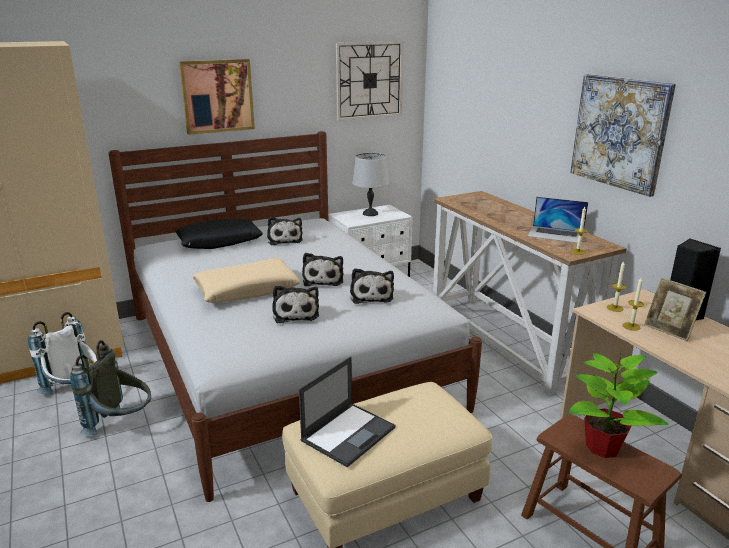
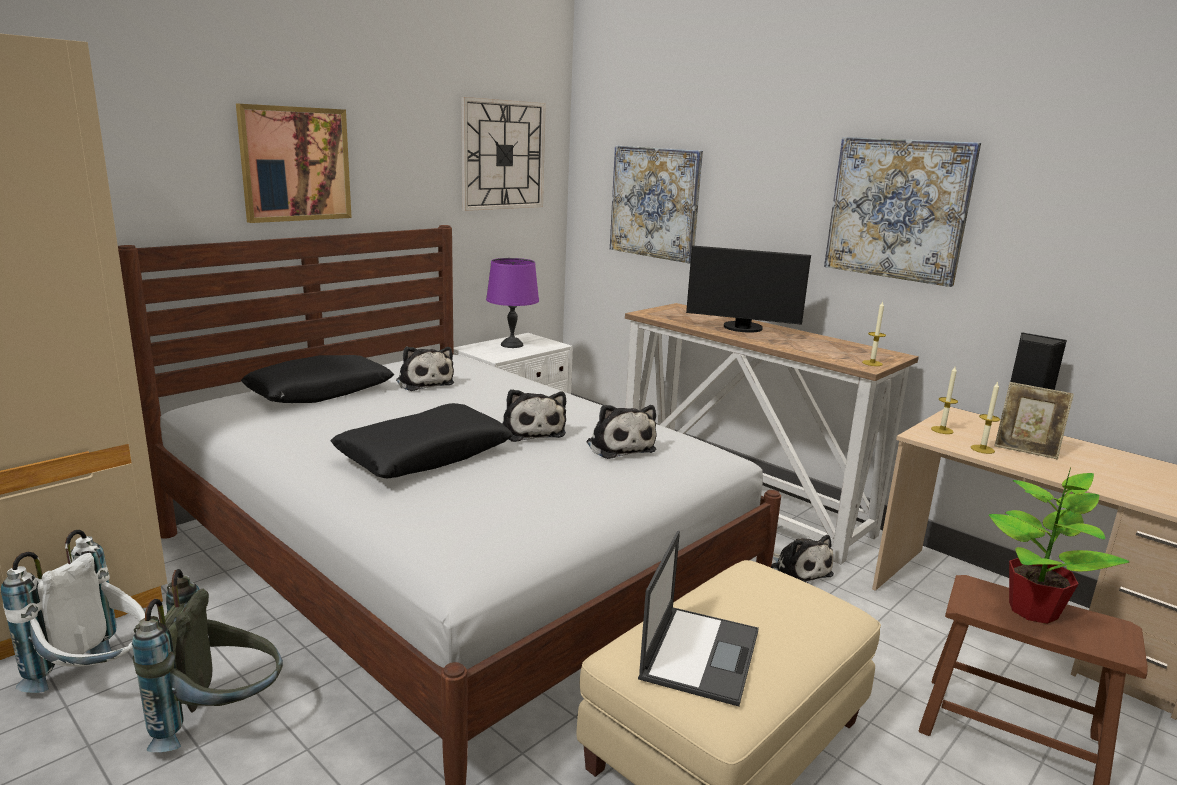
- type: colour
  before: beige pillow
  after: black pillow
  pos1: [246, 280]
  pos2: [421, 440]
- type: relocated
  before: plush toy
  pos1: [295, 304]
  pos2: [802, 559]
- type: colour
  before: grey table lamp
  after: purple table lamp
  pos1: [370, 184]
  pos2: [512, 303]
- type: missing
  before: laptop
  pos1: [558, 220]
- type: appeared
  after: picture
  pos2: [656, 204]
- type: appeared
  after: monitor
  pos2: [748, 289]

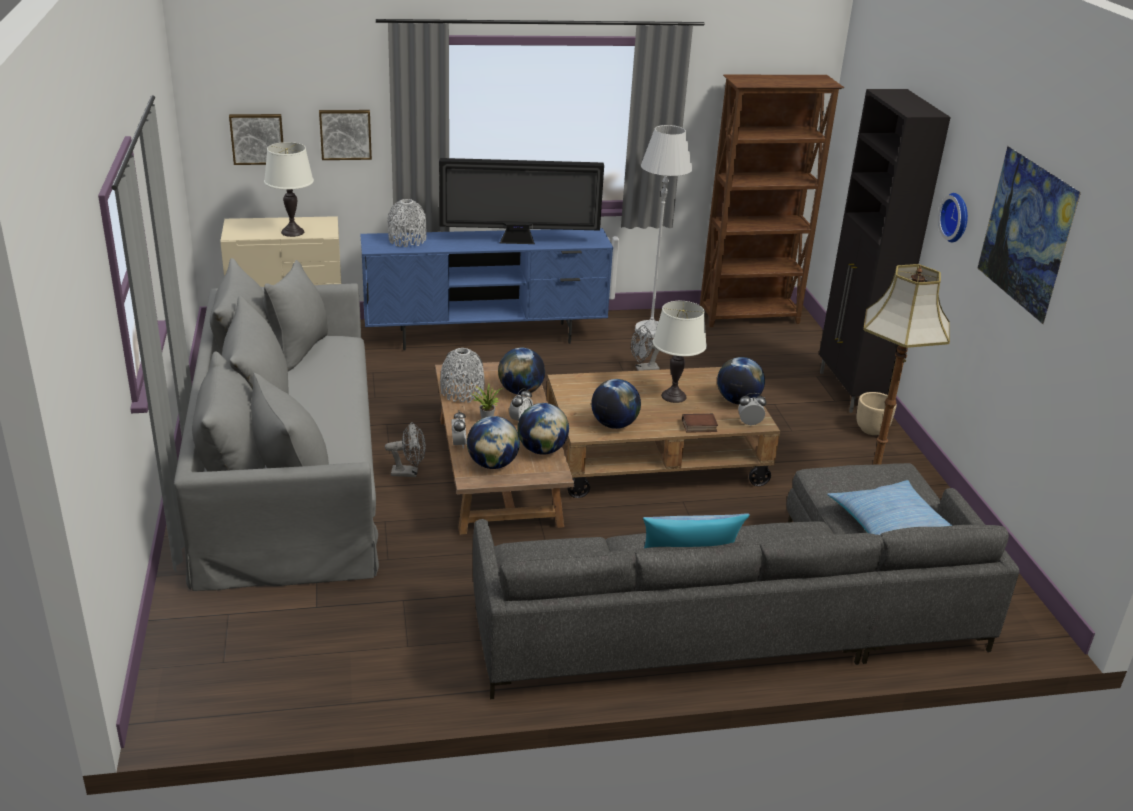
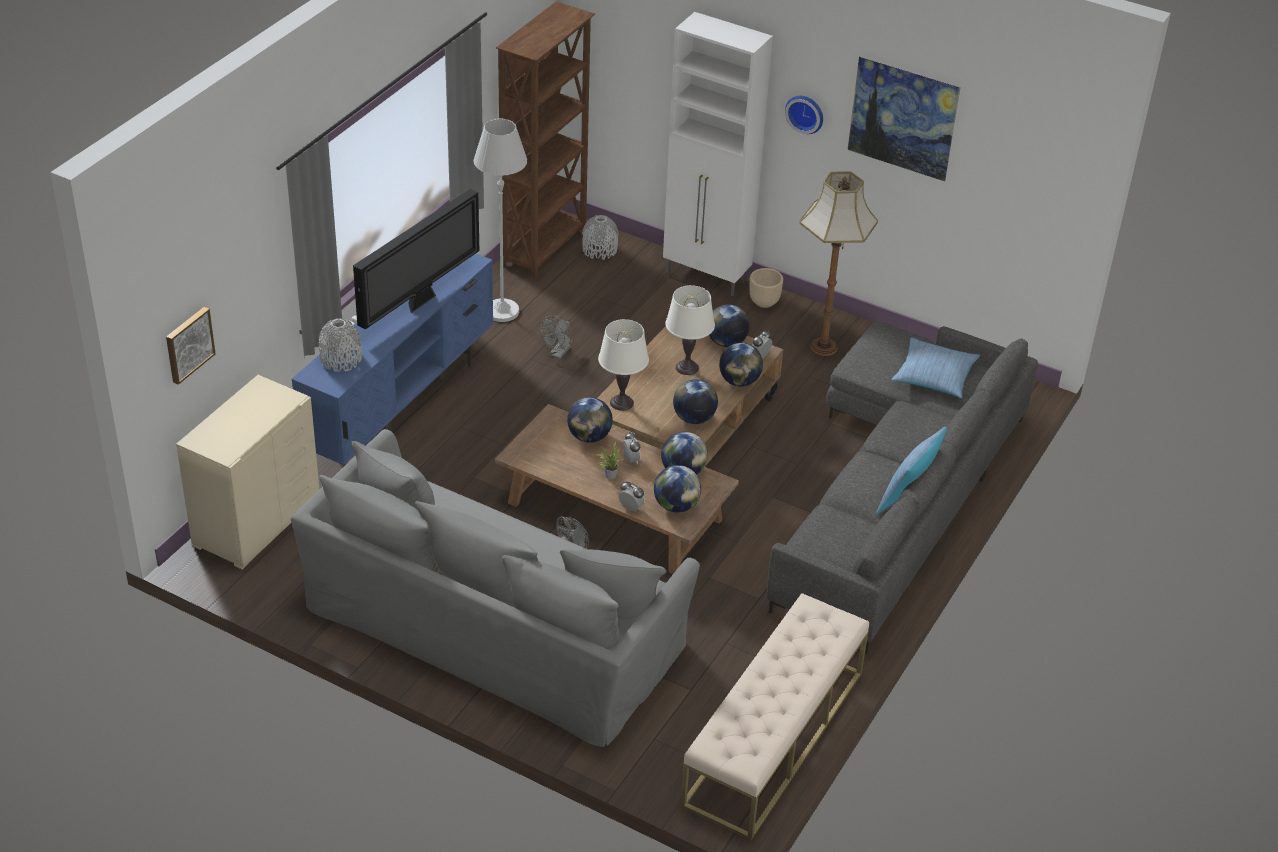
- type: relocated
  before: white table lamp
  pos1: [289, 189]
  pos2: [623, 365]
- type: missing
  before: picture
  pos1: [345, 135]
- type: relocated
  before: grey vase
  pos1: [462, 375]
  pos2: [600, 237]
- type: exchanged
  before: book
  after: globe
  pos1: [700, 423]
  pos2: [741, 365]
- type: colour
  before: black cabinet
  after: white cabinet
  pos1: [885, 251]
  pos2: [718, 154]
- type: appeared
  after: beige bench
  pos2: [774, 716]

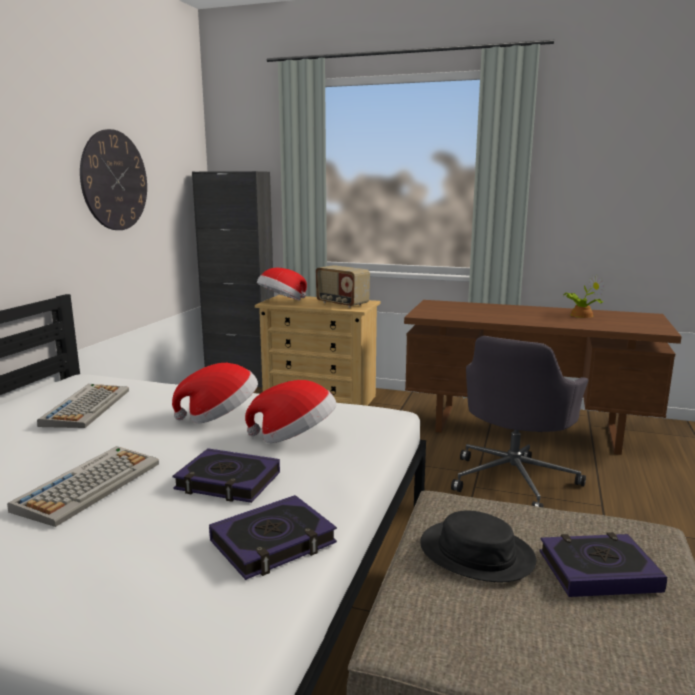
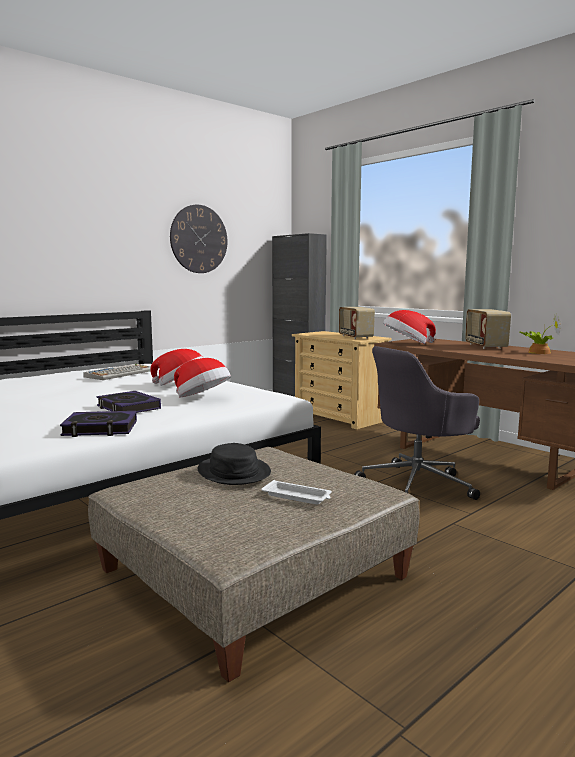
- type: missing
  before: keyboard
  pos1: [83, 486]
- type: relocated
  before: hat
  pos1: [282, 284]
  pos2: [409, 327]
- type: exchanged
  before: book
  after: white tray
  pos1: [603, 564]
  pos2: [296, 492]
- type: appeared
  after: radio
  pos2: [488, 329]

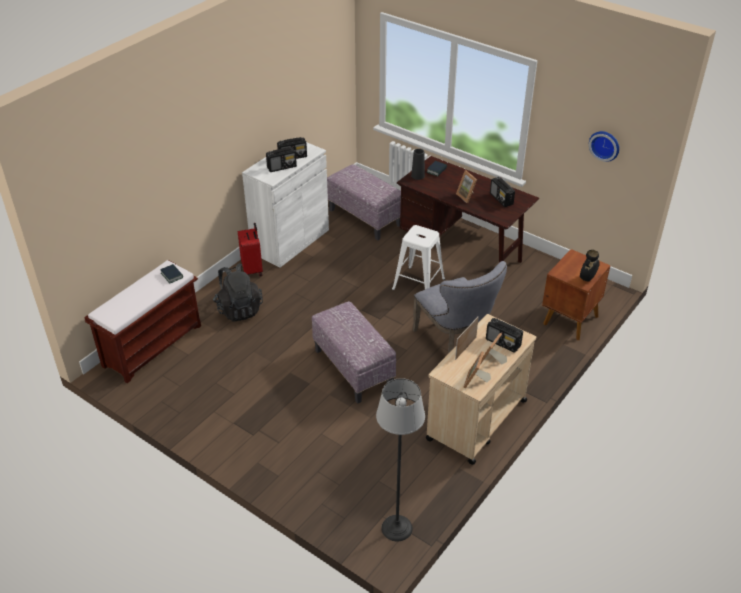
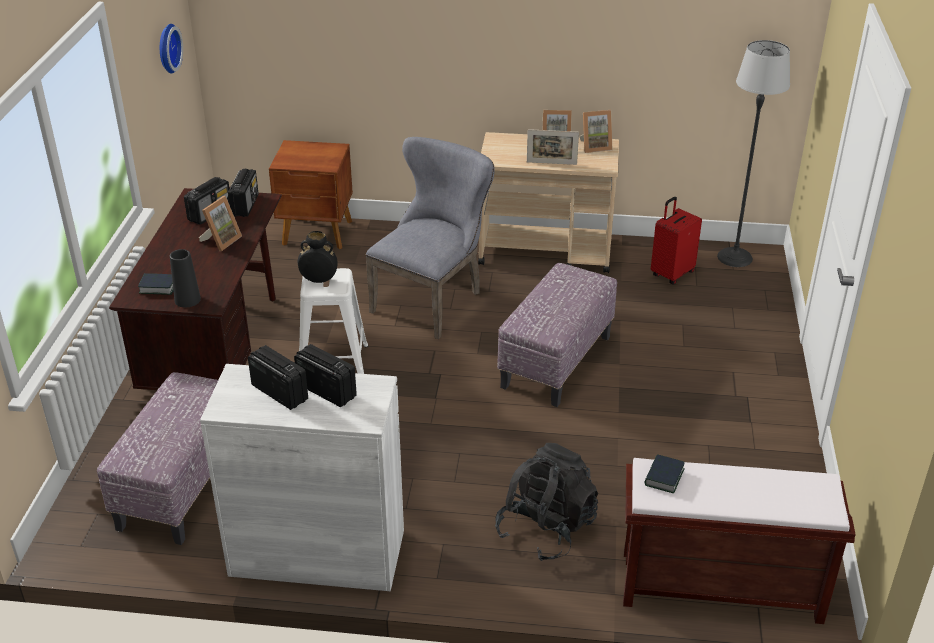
- type: relocated
  before: red suitcase
  pos1: [250, 249]
  pos2: [676, 241]
- type: relocated
  before: radio
  pos1: [504, 335]
  pos2: [243, 193]
- type: relocated
  before: black vase
  pos1: [590, 266]
  pos2: [317, 257]

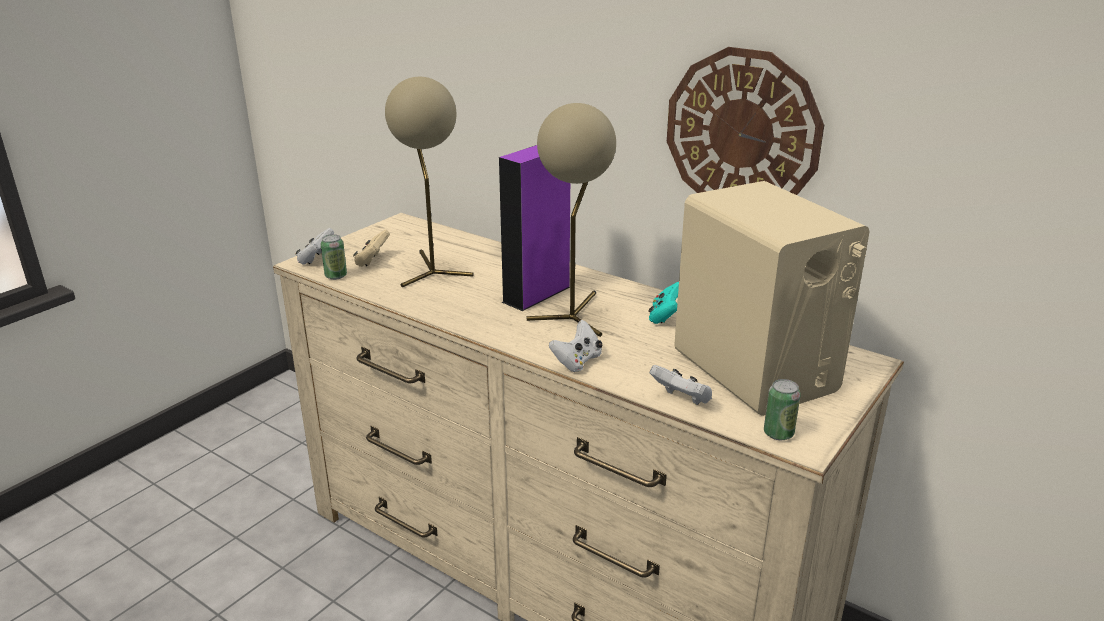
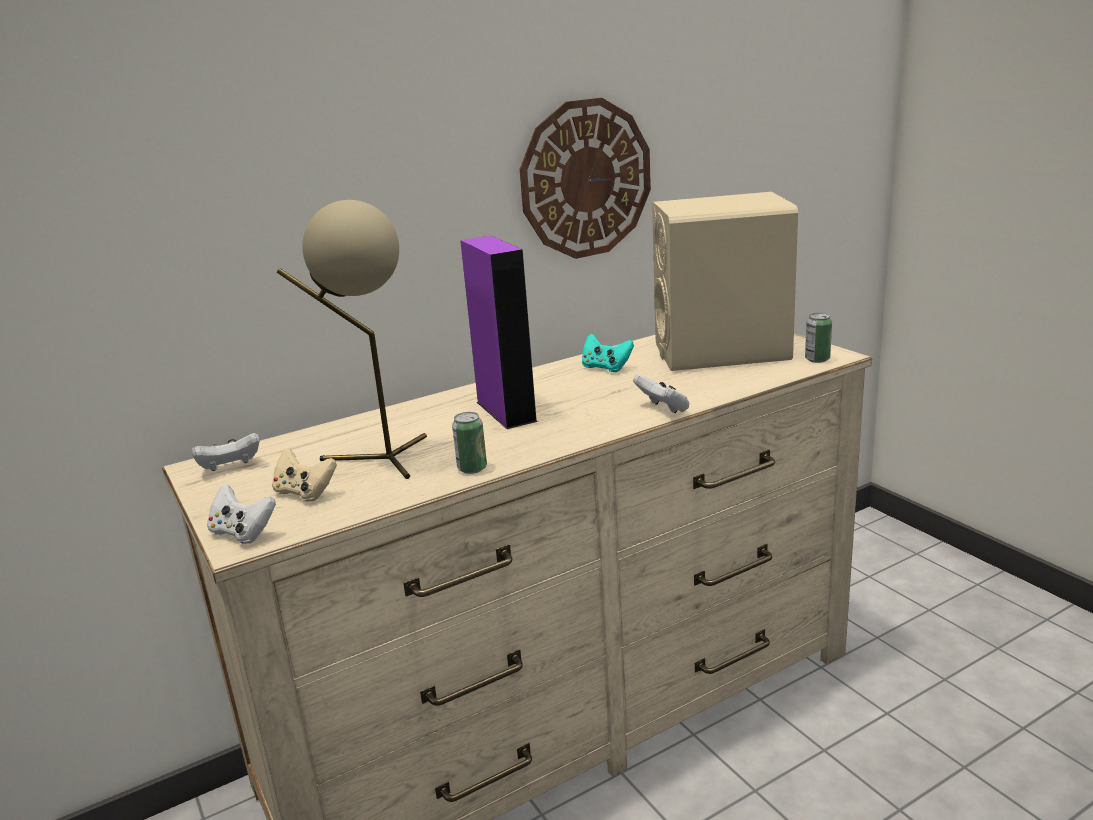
- type: relocated
  before: can
  pos1: [334, 257]
  pos2: [469, 443]
- type: missing
  before: beige table lamp
  pos1: [571, 220]
- type: relocated
  before: white game controller
  pos1: [681, 385]
  pos2: [226, 452]

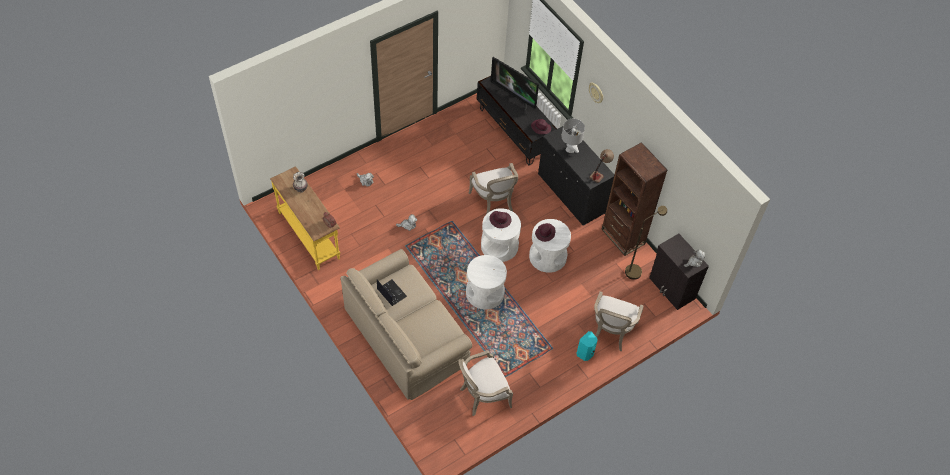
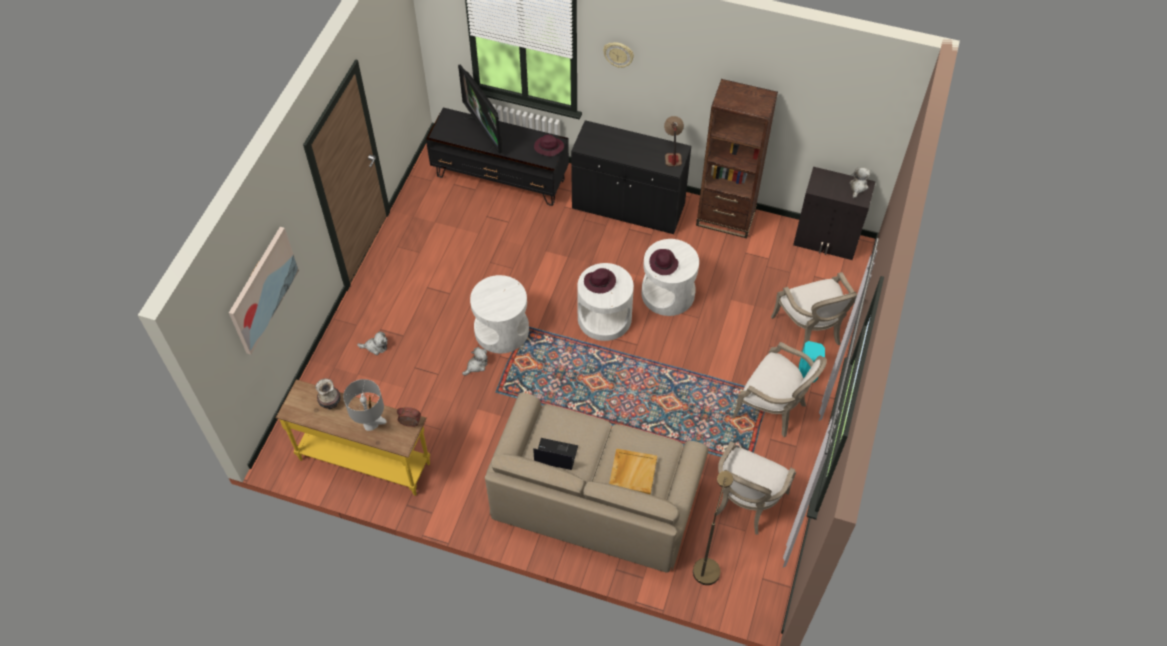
- type: relocated
  before: white side table
  pos1: [486, 282]
  pos2: [499, 314]
- type: relocated
  before: armchair
  pos1: [493, 188]
  pos2: [779, 389]
- type: spun
  before: television
  pos1: [515, 83]
  pos2: [480, 109]
  turn: 60
- type: relocated
  before: grey table lamp
  pos1: [573, 136]
  pos2: [365, 405]
- type: relocated
  before: brown floor lamp
  pos1: [646, 243]
  pos2: [713, 528]
- type: appeared
  after: picture
  pos2: [264, 291]
- type: appeared
  after: beige tray
  pos2: [633, 472]

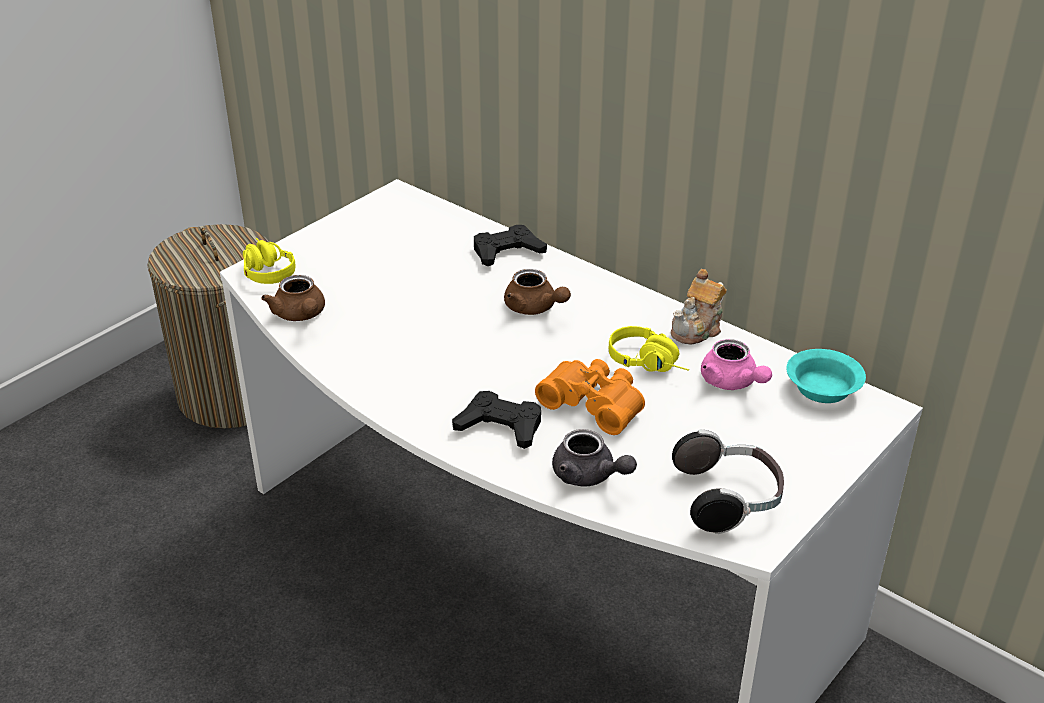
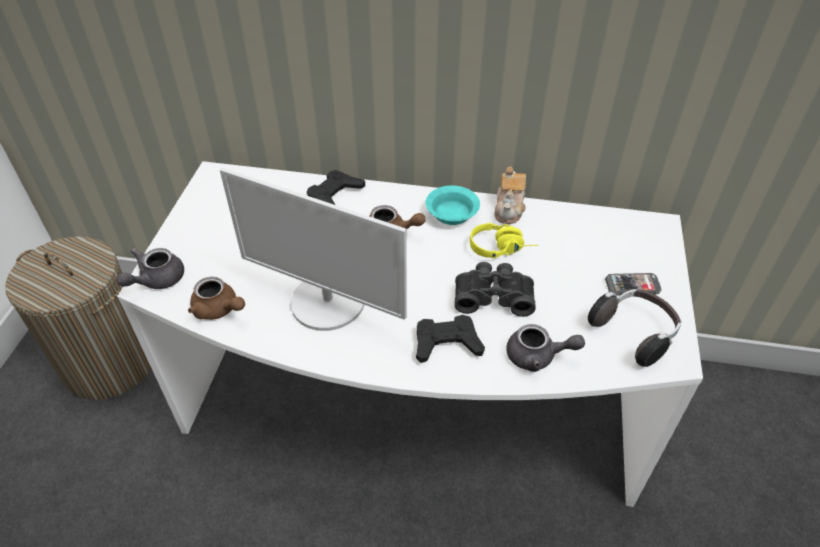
- type: exchanged
  before: yellow headphones
  after: grey teapot
  pos1: [269, 261]
  pos2: [150, 268]
- type: colour
  before: orange binoculars
  after: black binoculars
  pos1: [590, 397]
  pos2: [495, 289]
- type: missing
  before: pink teapot
  pos1: [736, 364]
- type: relocated
  before: turquoise bowl
  pos1: [826, 376]
  pos2: [453, 205]
- type: appeared
  after: monitor
  pos2: [313, 249]
- type: appeared
  after: phone
  pos2: [633, 284]

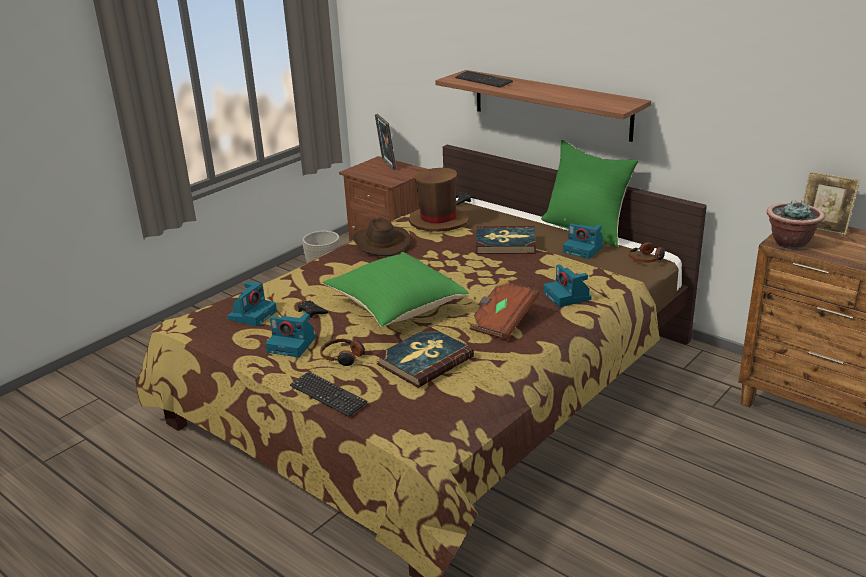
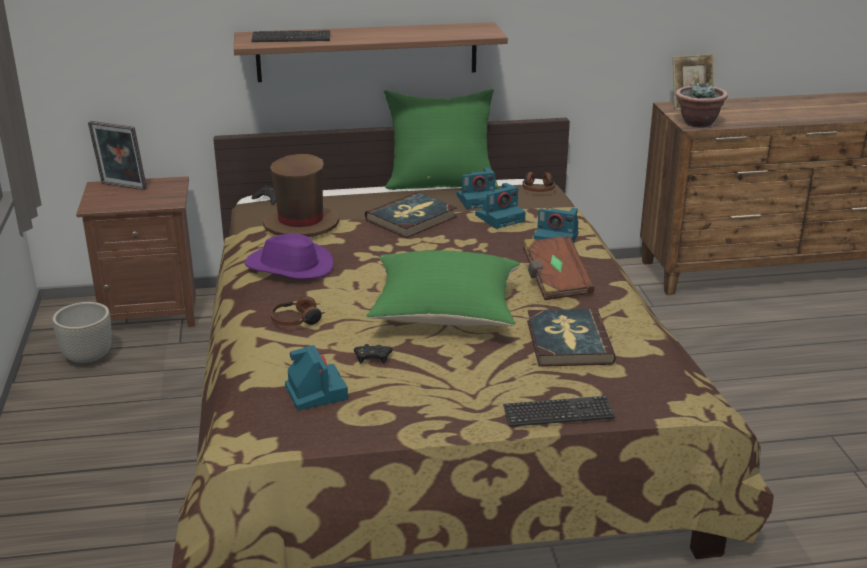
- type: relocated
  before: photo camera
  pos1: [291, 335]
  pos2: [500, 206]
- type: relocated
  before: headphones
  pos1: [343, 352]
  pos2: [297, 311]
- type: colour
  before: brown hat
  after: purple hat
  pos1: [382, 237]
  pos2: [289, 256]

